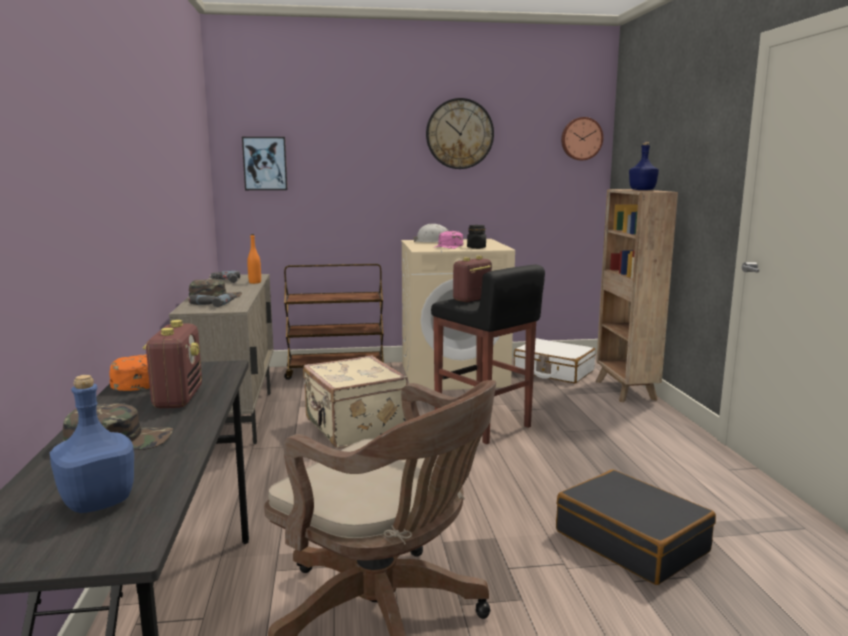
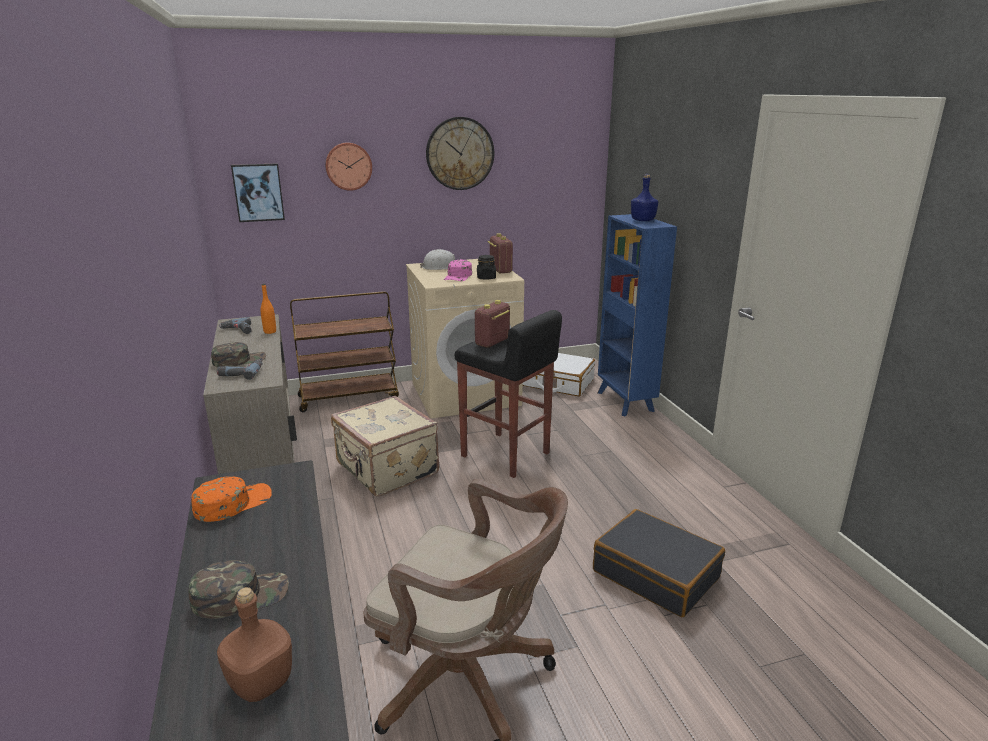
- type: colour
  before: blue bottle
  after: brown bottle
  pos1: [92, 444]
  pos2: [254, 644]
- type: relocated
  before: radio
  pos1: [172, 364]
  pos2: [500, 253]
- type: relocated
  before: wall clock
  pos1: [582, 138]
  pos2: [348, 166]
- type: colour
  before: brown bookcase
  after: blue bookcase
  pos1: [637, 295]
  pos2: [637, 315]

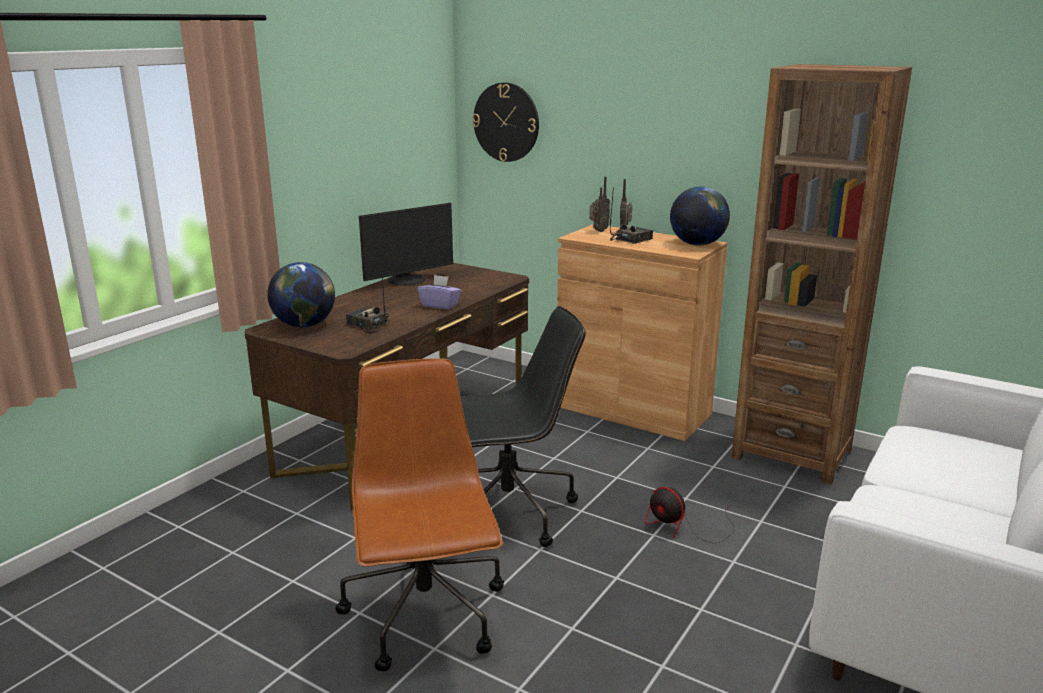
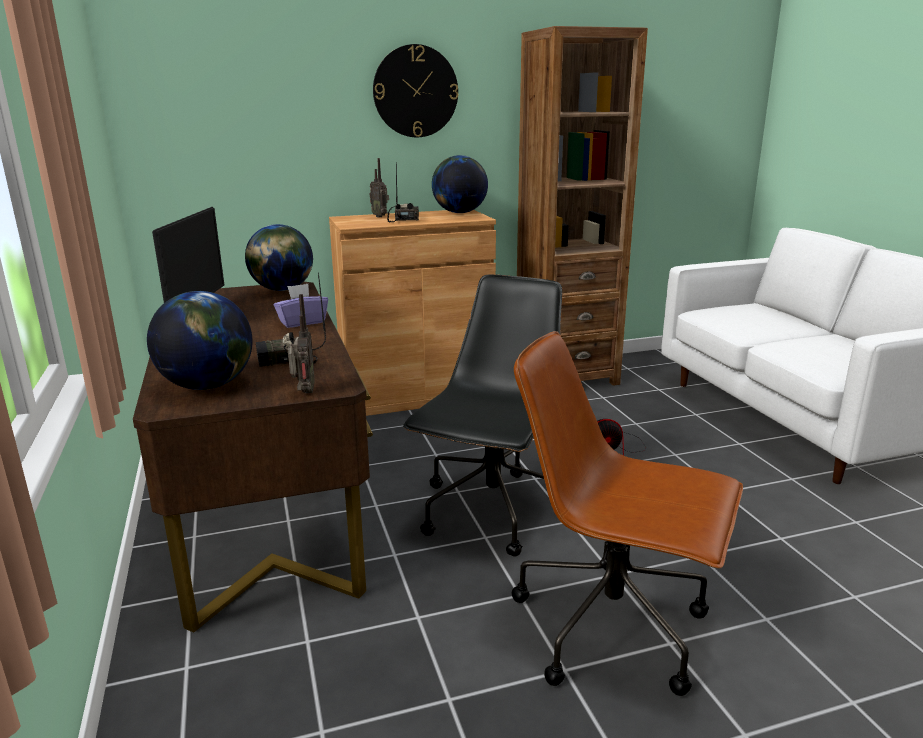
- type: relocated
  before: wall clock
  pos1: [505, 122]
  pos2: [415, 90]
- type: relocated
  before: radio
  pos1: [599, 204]
  pos2: [301, 343]
- type: appeared
  after: globe
  pos2: [279, 257]

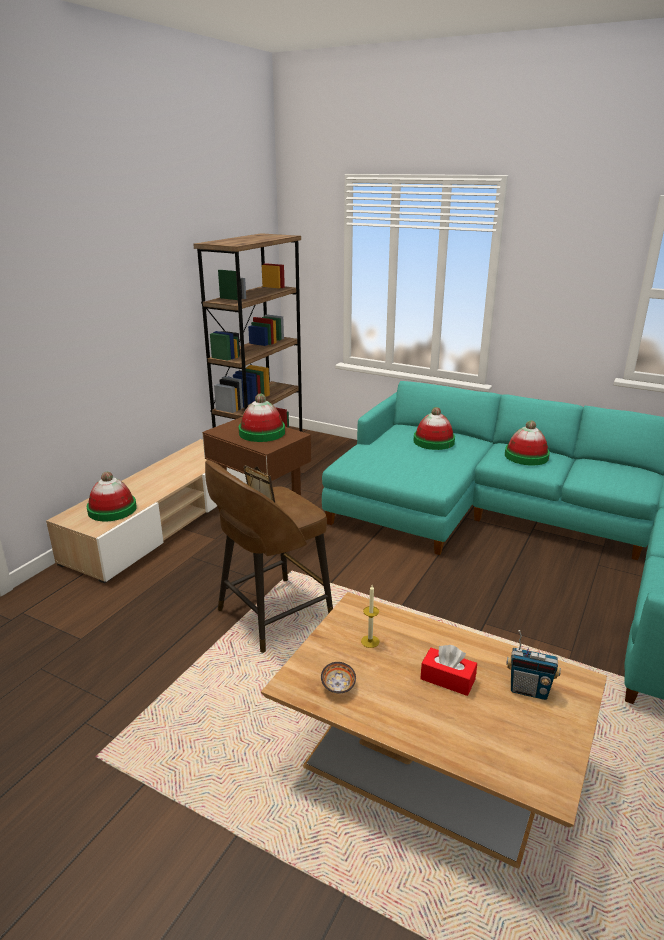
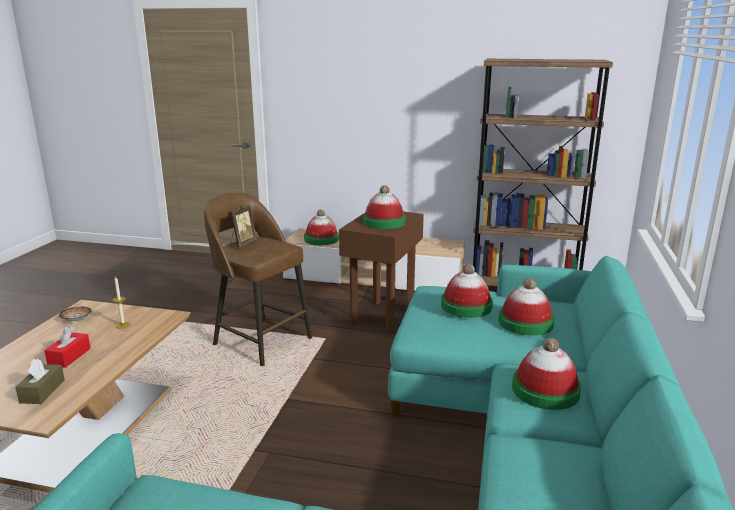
- type: exchanged
  before: radio
  after: brown tissue box
  pos1: [533, 665]
  pos2: [40, 381]
- type: appeared
  after: hat
  pos2: [467, 291]

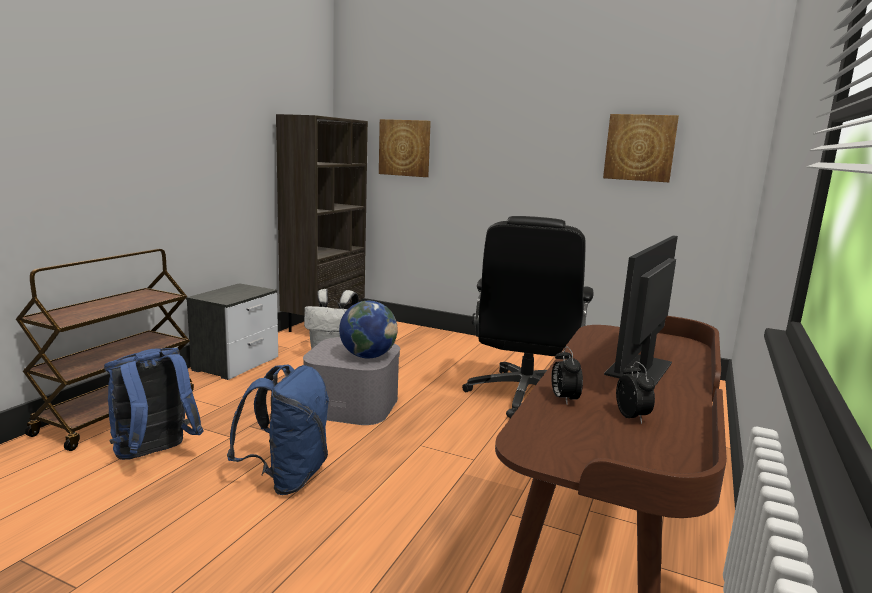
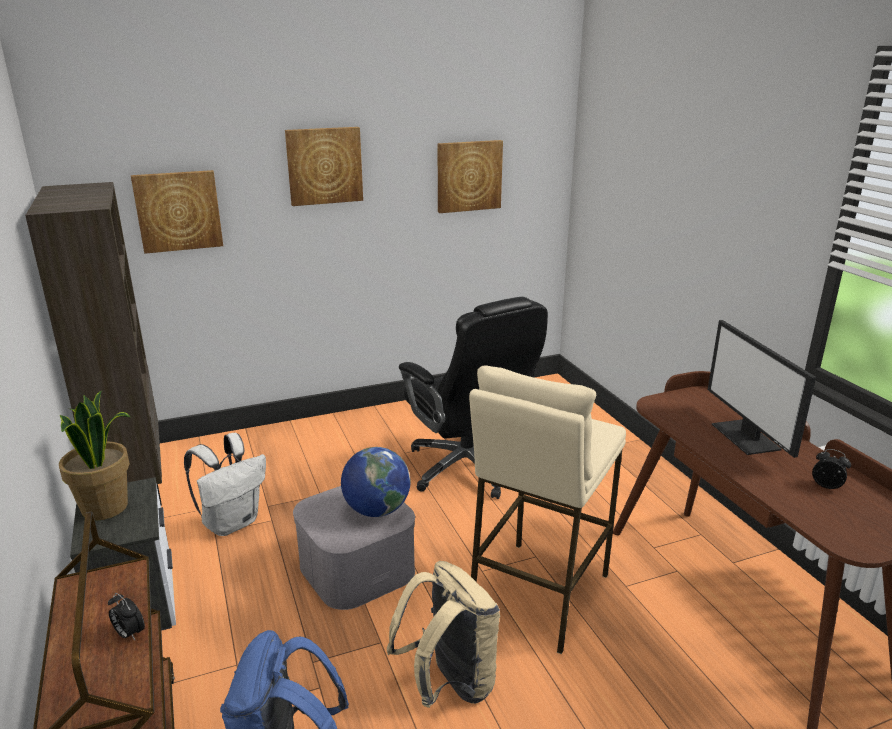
- type: colour
  before: blue backpack
  after: beige backpack
  pos1: [278, 430]
  pos2: [443, 634]
- type: relocated
  before: alarm clock
  pos1: [567, 375]
  pos2: [126, 616]
- type: appeared
  after: potted plant
  pos2: [94, 456]
- type: appeared
  after: picture
  pos2: [324, 166]
- type: appeared
  after: beige stool
  pos2: [547, 510]

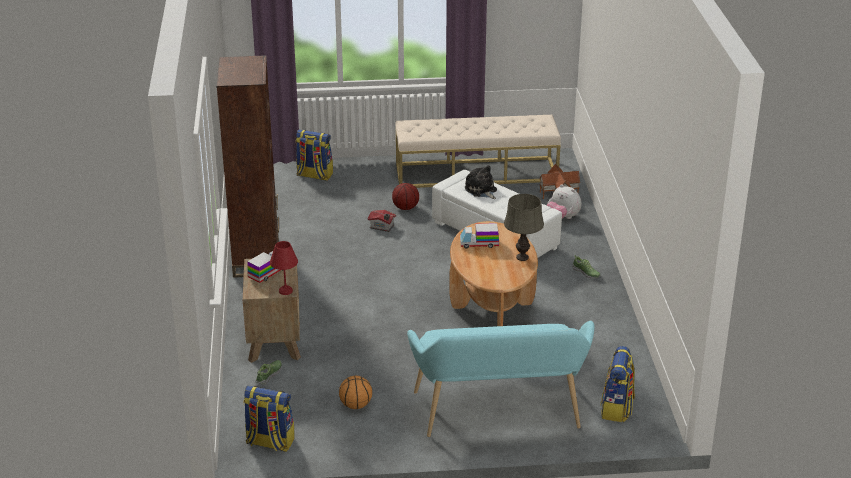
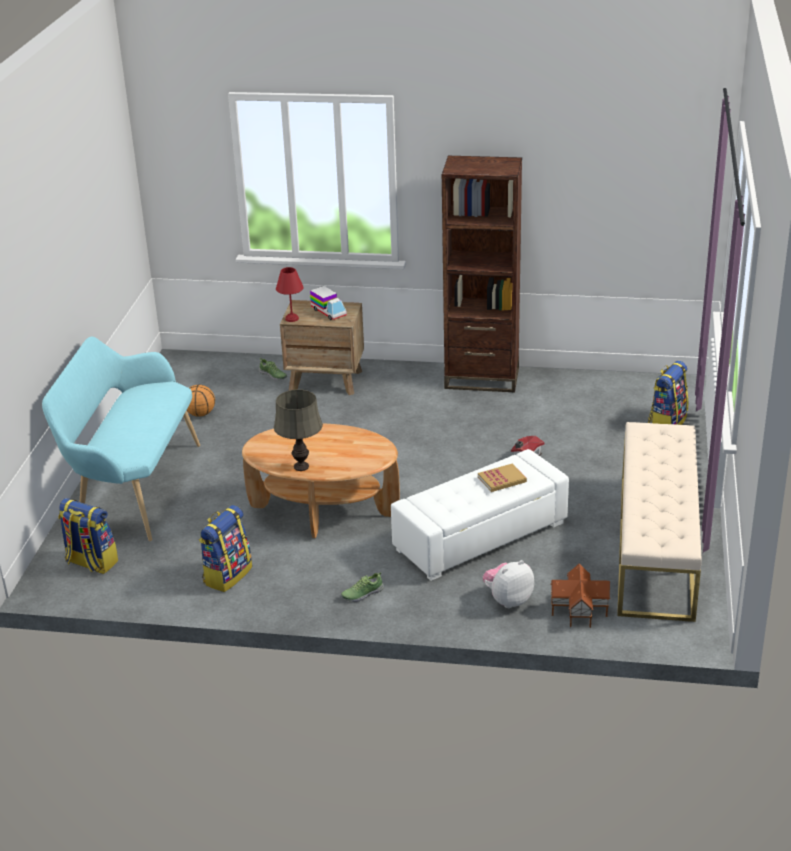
- type: relocated
  before: backpack
  pos1: [269, 419]
  pos2: [225, 548]
- type: missing
  before: basketball
  pos1: [405, 196]
- type: missing
  before: toy truck
  pos1: [479, 236]
- type: exchanged
  before: plush toy
  after: book
  pos1: [481, 182]
  pos2: [502, 477]

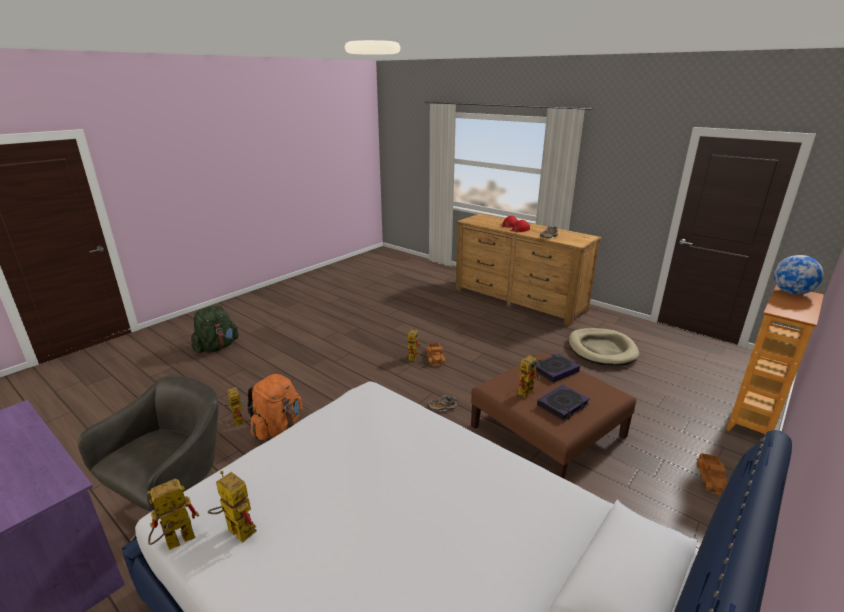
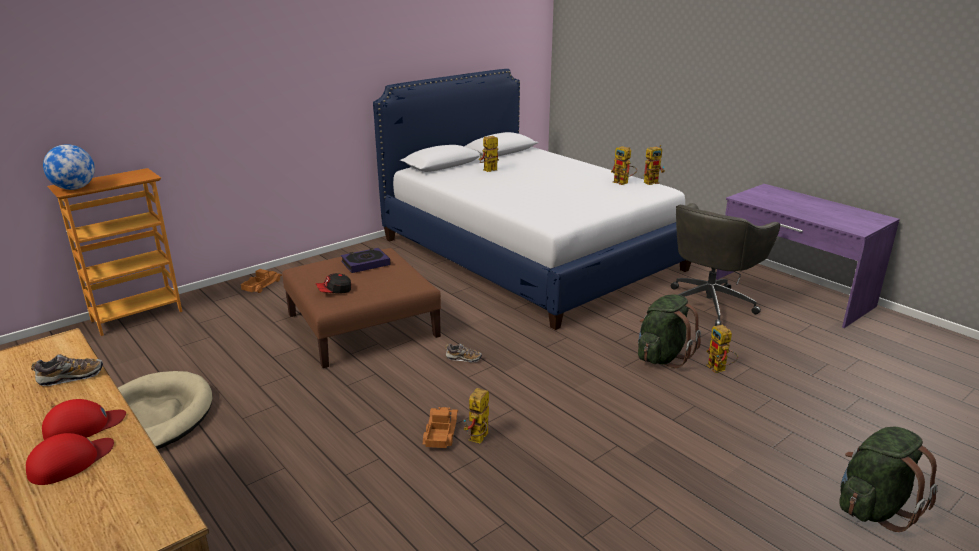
- type: colour
  before: orange backpack
  after: green backpack
  pos1: [274, 407]
  pos2: [669, 331]
- type: relocated
  before: toy robot
  pos1: [529, 376]
  pos2: [489, 154]
- type: exchanged
  before: book
  after: cap
  pos1: [558, 368]
  pos2: [333, 283]

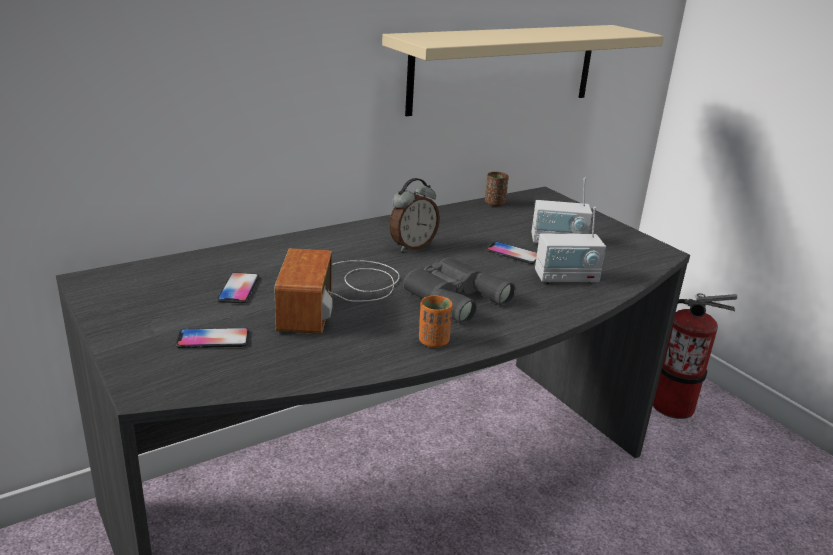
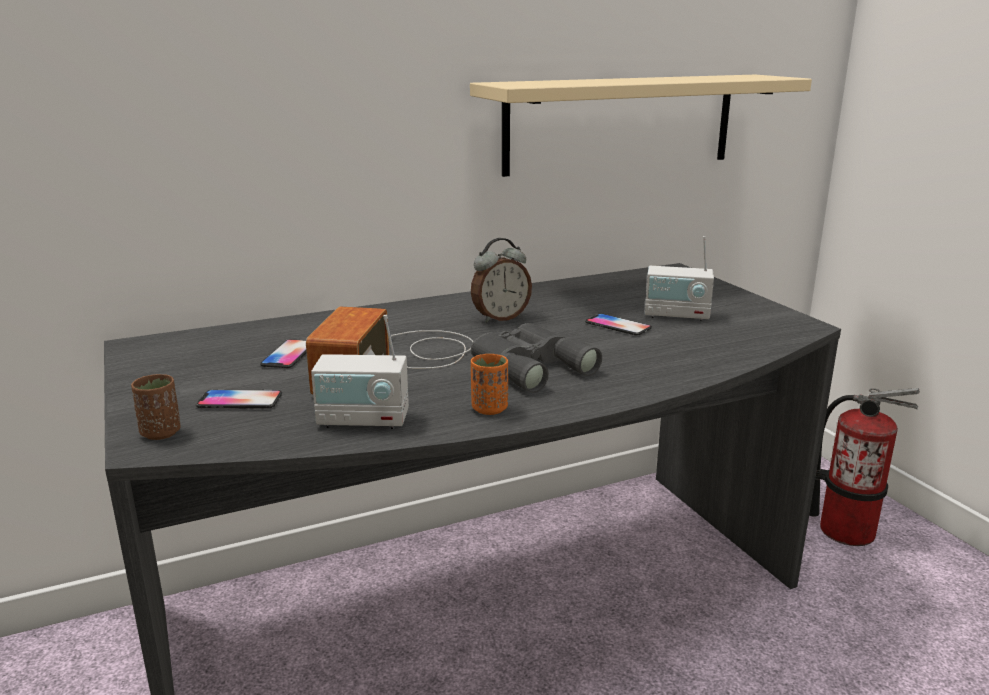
- type: relocated
  before: brown cup
  pos1: [497, 189]
  pos2: [156, 407]
- type: relocated
  before: radio
  pos1: [570, 245]
  pos2: [360, 372]

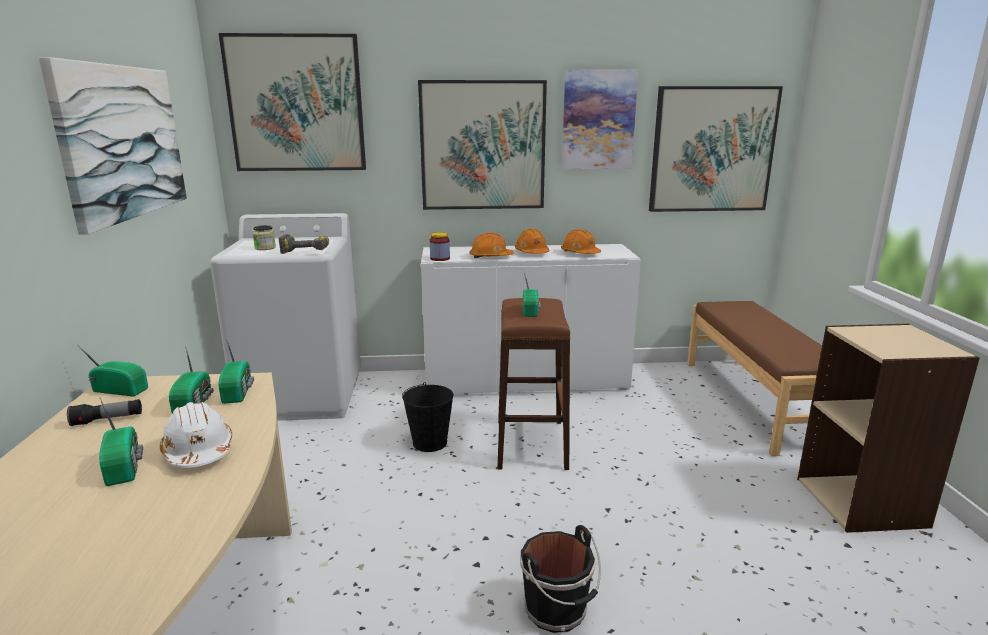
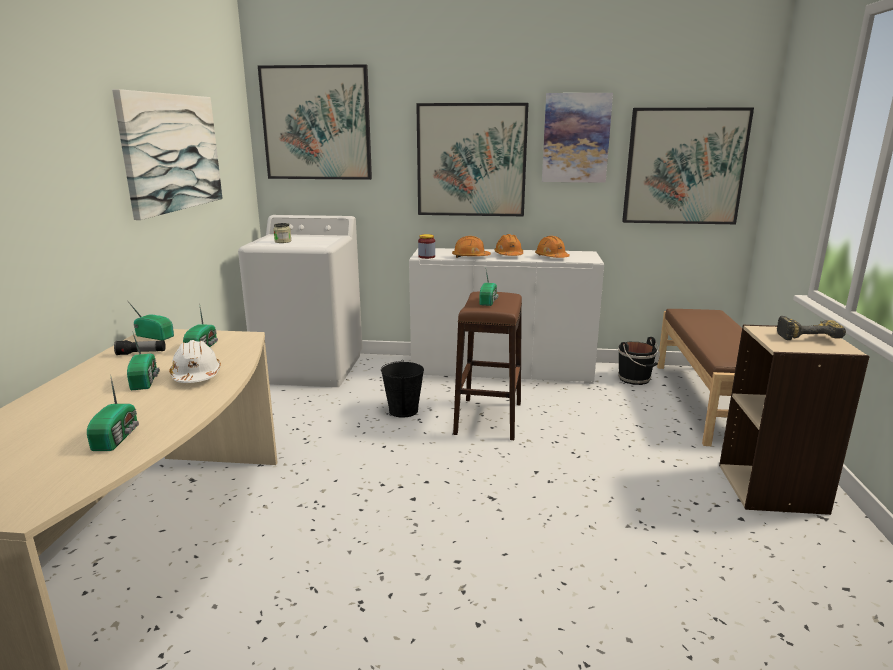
- type: relocated
  before: radio
  pos1: [236, 369]
  pos2: [113, 413]
- type: relocated
  before: power drill
  pos1: [304, 244]
  pos2: [811, 328]
- type: relocated
  before: black bucket
  pos1: [560, 579]
  pos2: [639, 361]

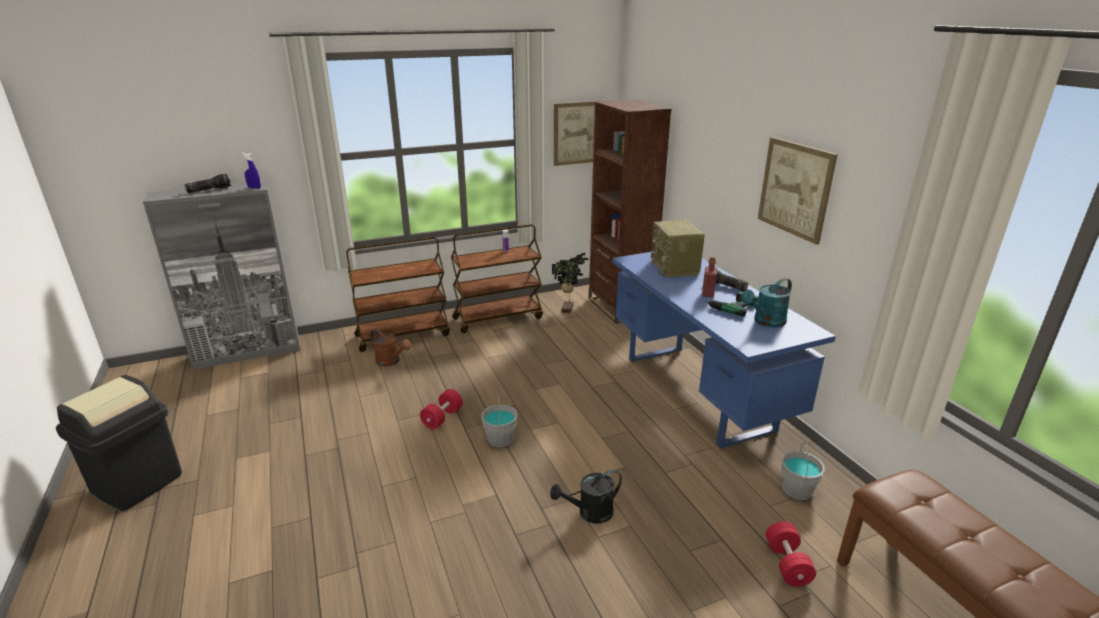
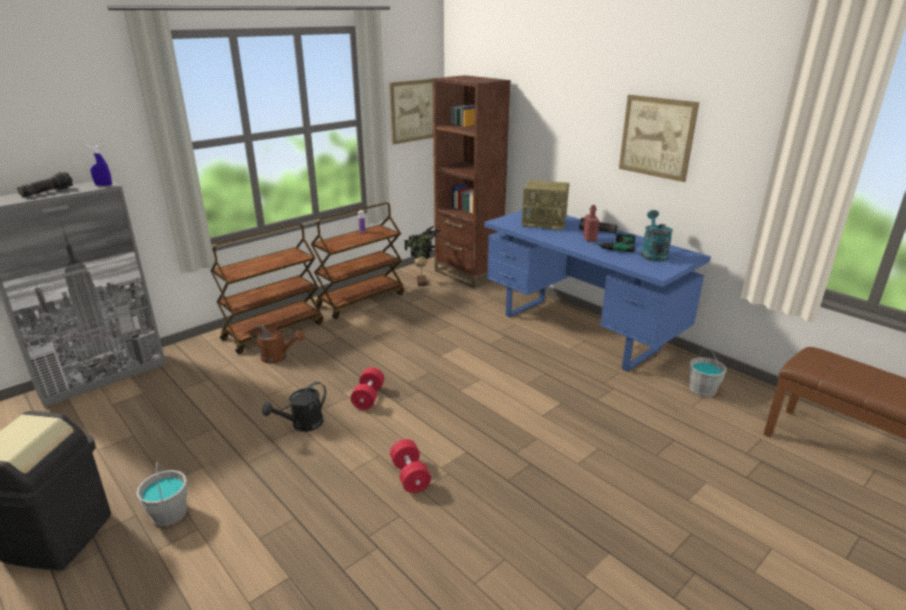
- type: relocated
  before: grey bucket
  pos1: [499, 421]
  pos2: [162, 494]
- type: relocated
  before: black watering can
  pos1: [586, 497]
  pos2: [294, 407]
- type: spun
  before: radio
  pos1: [678, 249]
  pos2: [545, 205]
  turn: -45
- type: spun
  before: turquoise watering can
  pos1: [766, 303]
  pos2: [657, 236]
  turn: 150
- type: relocated
  before: red dumbbell
  pos1: [791, 554]
  pos2: [410, 466]

